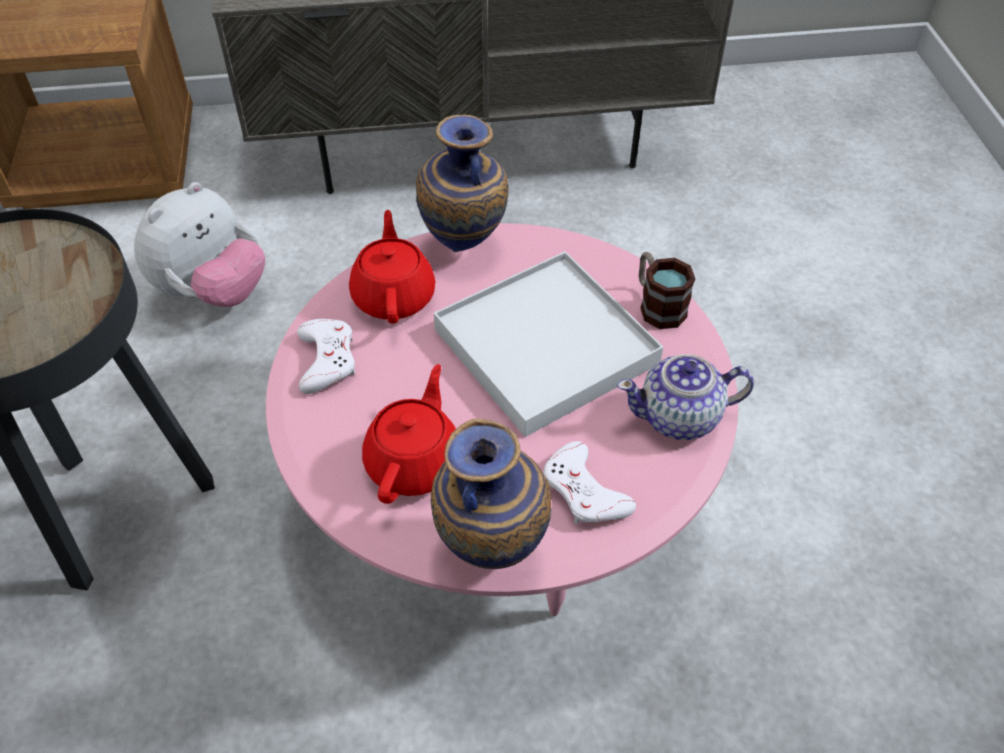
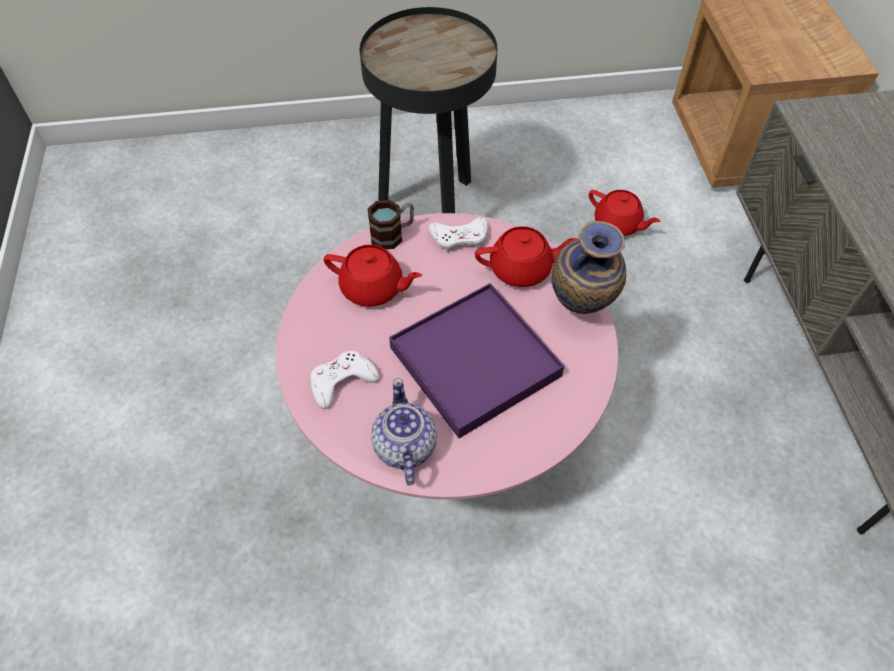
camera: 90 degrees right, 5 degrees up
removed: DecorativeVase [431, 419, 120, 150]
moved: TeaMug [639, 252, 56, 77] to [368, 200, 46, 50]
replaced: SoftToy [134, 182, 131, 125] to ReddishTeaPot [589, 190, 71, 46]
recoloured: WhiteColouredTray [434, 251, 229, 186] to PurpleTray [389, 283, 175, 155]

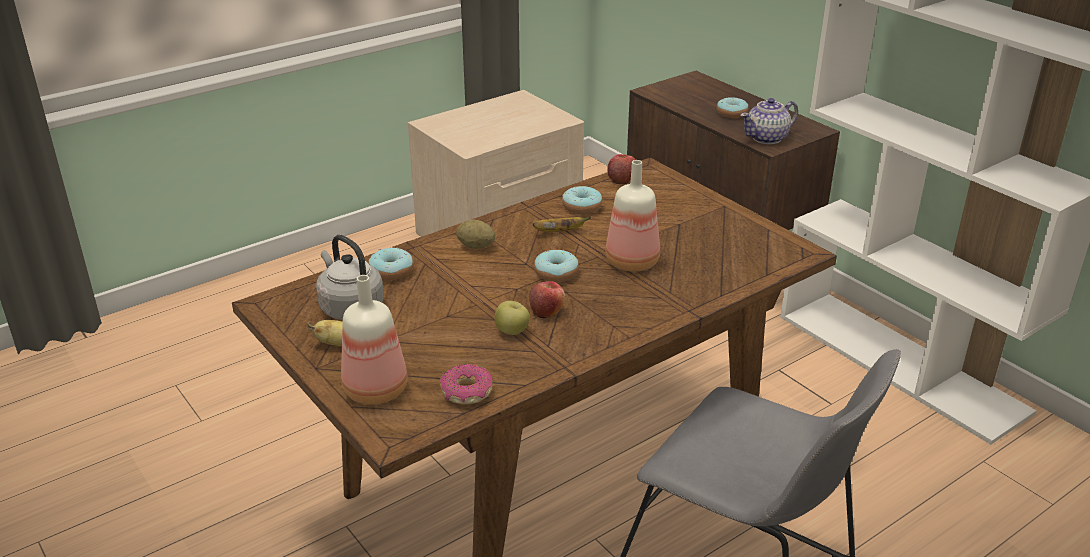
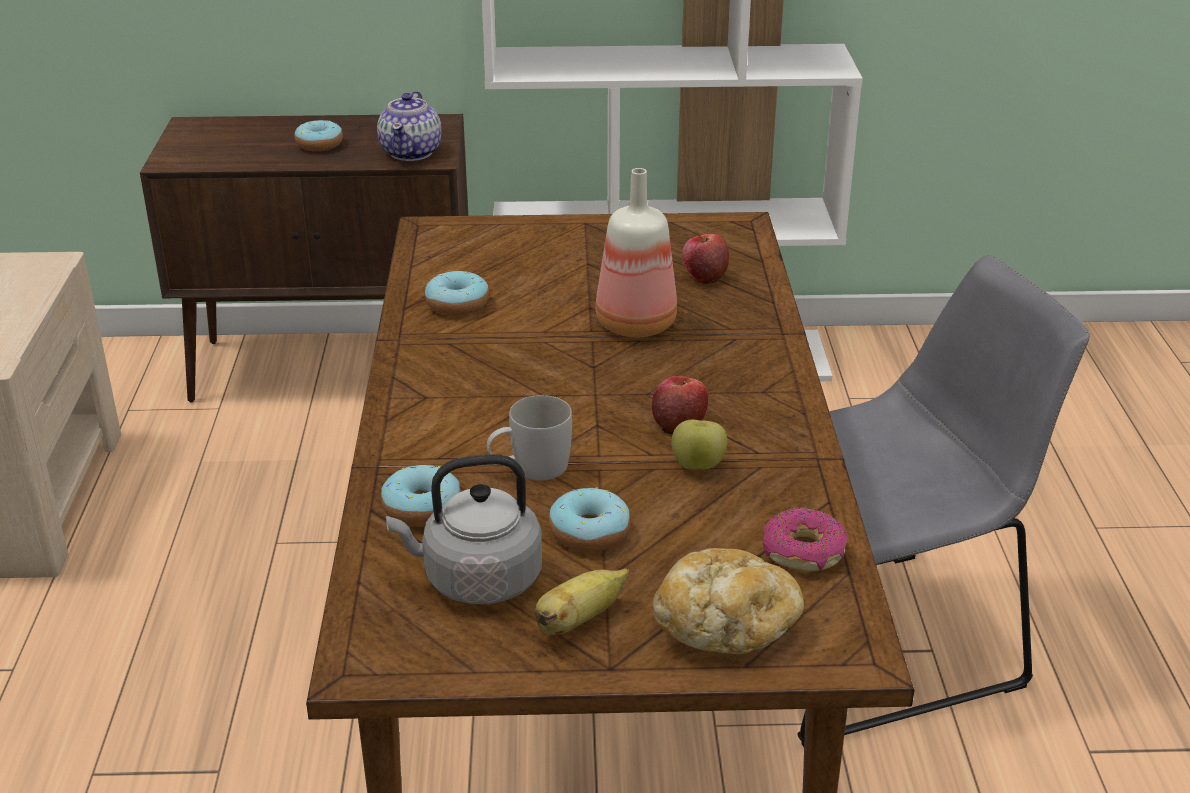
camera: 55 degrees left, 0 degrees up
removed: Banana [533, 216, 58, 16]; WholePotato [456, 219, 39, 30]
added: WhiteColouredTeaMug [487, 395, 85, 86]
moved: Apple [607, 154, 29, 30] to [682, 234, 47, 50]; Donut [534, 249, 45, 33] to [549, 487, 81, 65]
replaced: BeverageBottle [341, 275, 67, 130] to Bread [653, 548, 151, 106]

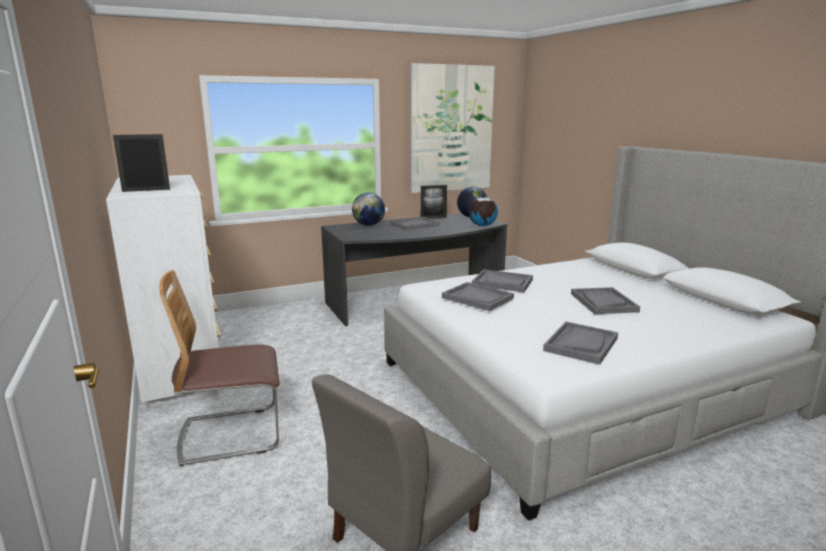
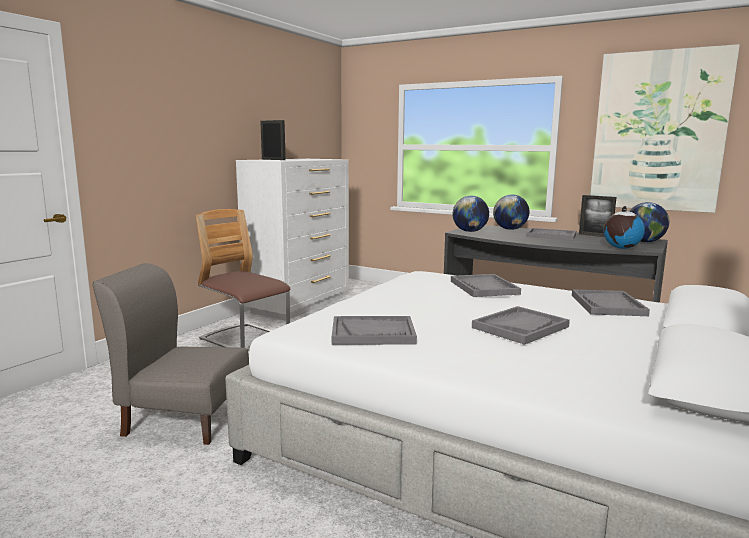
camera: 55 degrees right, 5 degrees down
added: WorldGlobe [453, 196, 36, 36]
moved: GrayTray [442, 282, 72, 29] to [572, 289, 78, 27]

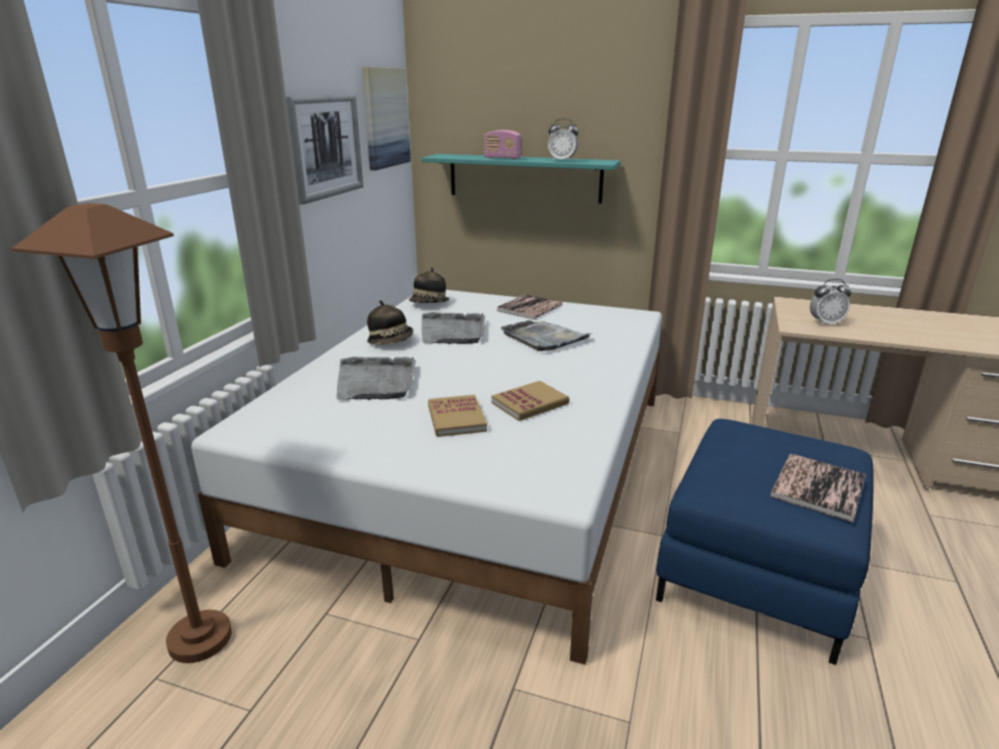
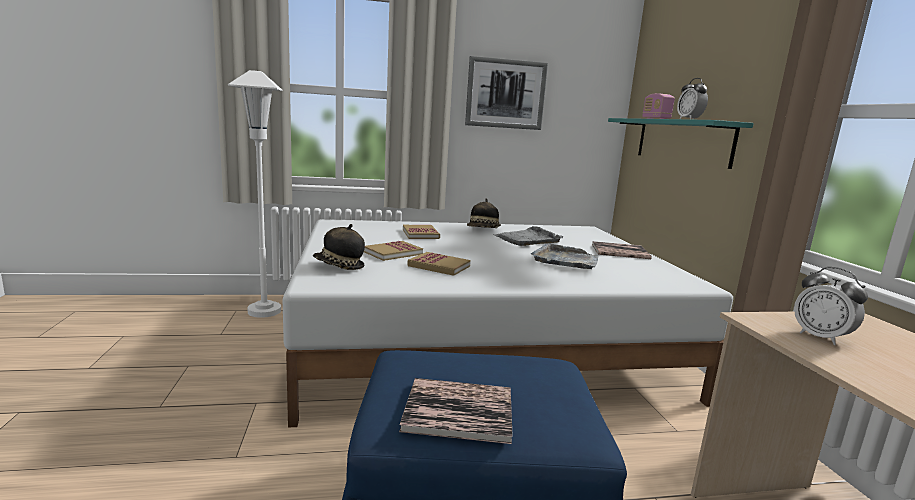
camera: 60 degrees right, 10 degrees down
removed: WallArt [362, 67, 49, 103]
moved: WearableHat [409, 267, 40, 36] to [313, 224, 52, 46]
replaced: GrayTray [337, 357, 79, 43] to Book [403, 225, 37, 14]
recoloured: BrownStandingLamp [11, 203, 221, 460] to WhiteColouredStandingLamp [228, 70, 55, 248]

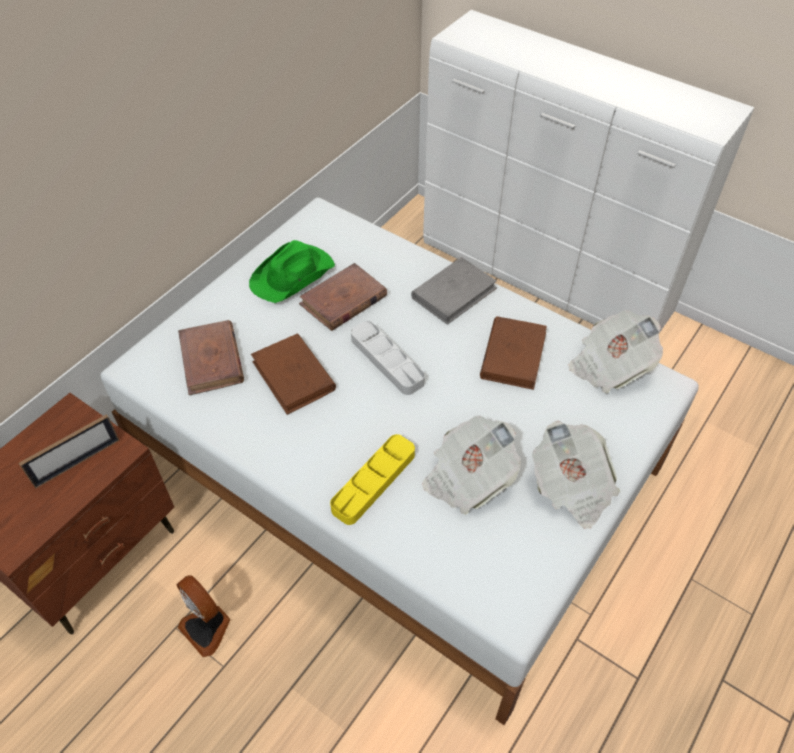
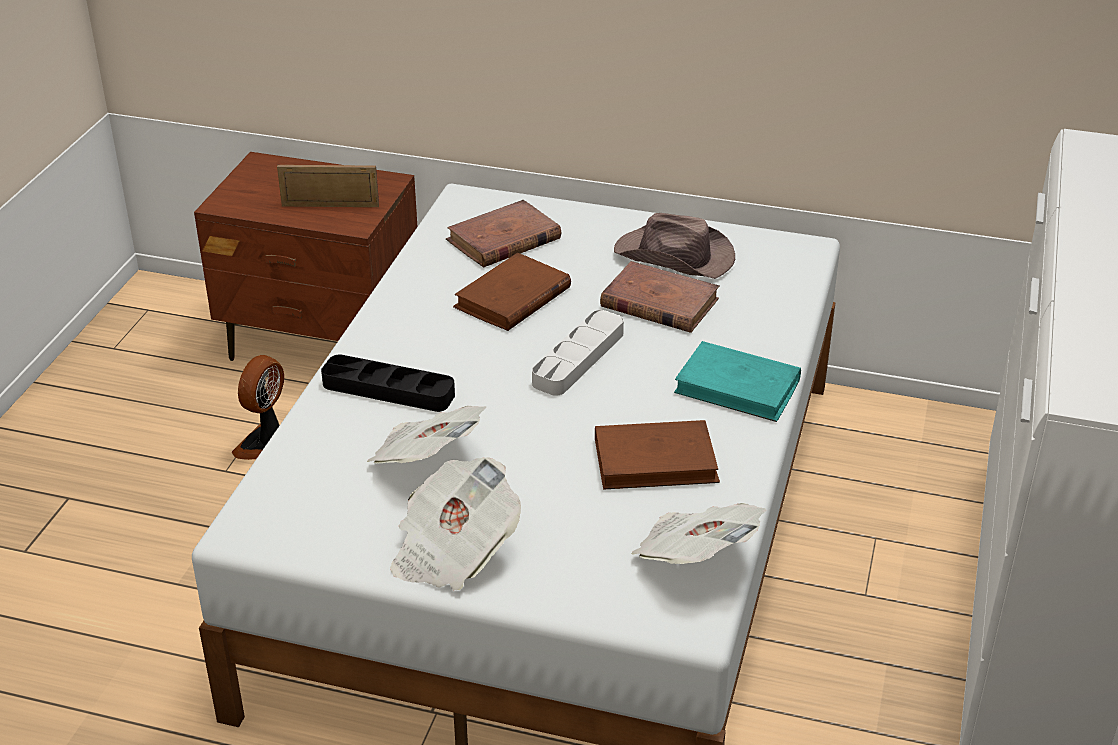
camera: 70 degrees right, 15 degrees down
recoloured: GreenishWearableHat [249, 240, 86, 63] to BrownWearableHat [614, 213, 121, 66]; GrayBook [411, 257, 86, 68] to TurquoiseBook [674, 341, 127, 81]; YellowishTray [330, 434, 85, 91] to BlackTray [321, 354, 134, 58]
turned: PictureFrame [19, 414, 101, 75] = [277, 165, 102, 42] 150 degrees clockwise

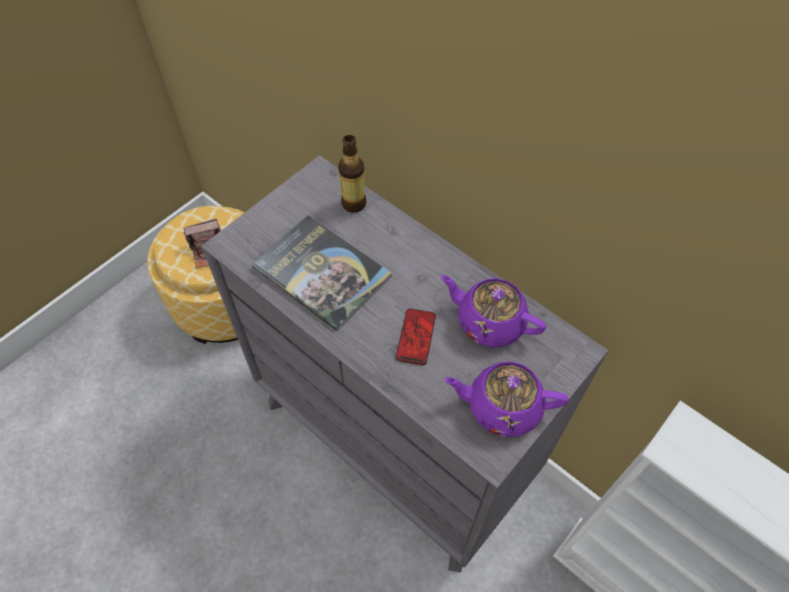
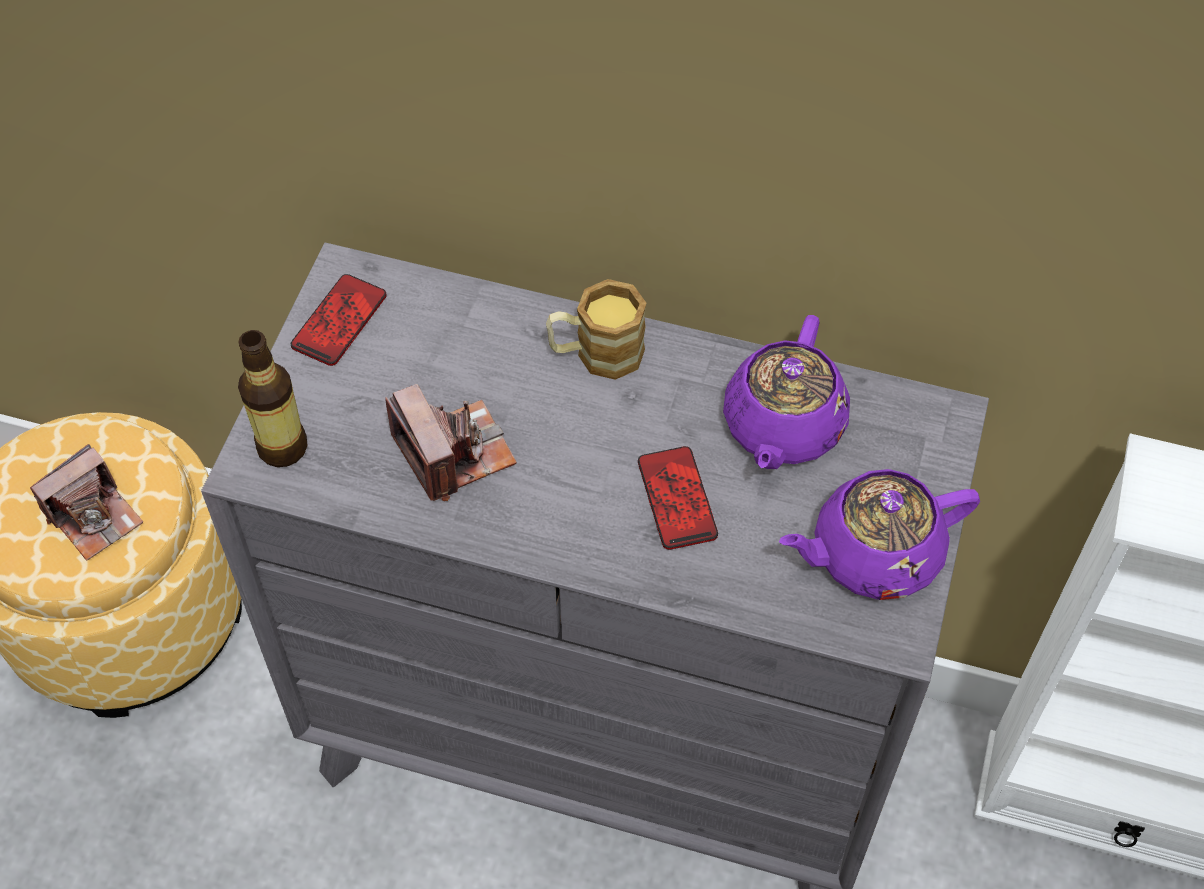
camera: 25 degrees left, 0 degrees up
added: Handset [291, 274, 95, 92]; TeaMug [546, 279, 101, 101]
moved: BeverageBottle [338, 135, 28, 78] to [238, 330, 70, 137]
replaced: Book [252, 215, 140, 116] to StillCamera [386, 384, 131, 117]
turned: PurpleTeaPot [440, 275, 106, 73] = [723, 315, 127, 154] 75 degrees counterclockwise

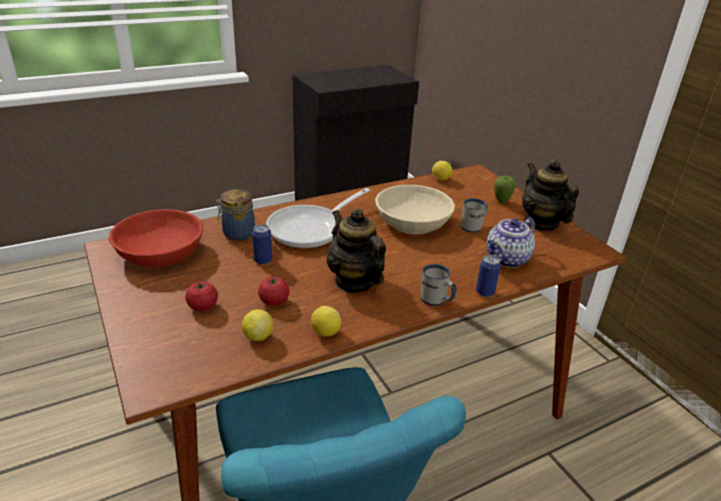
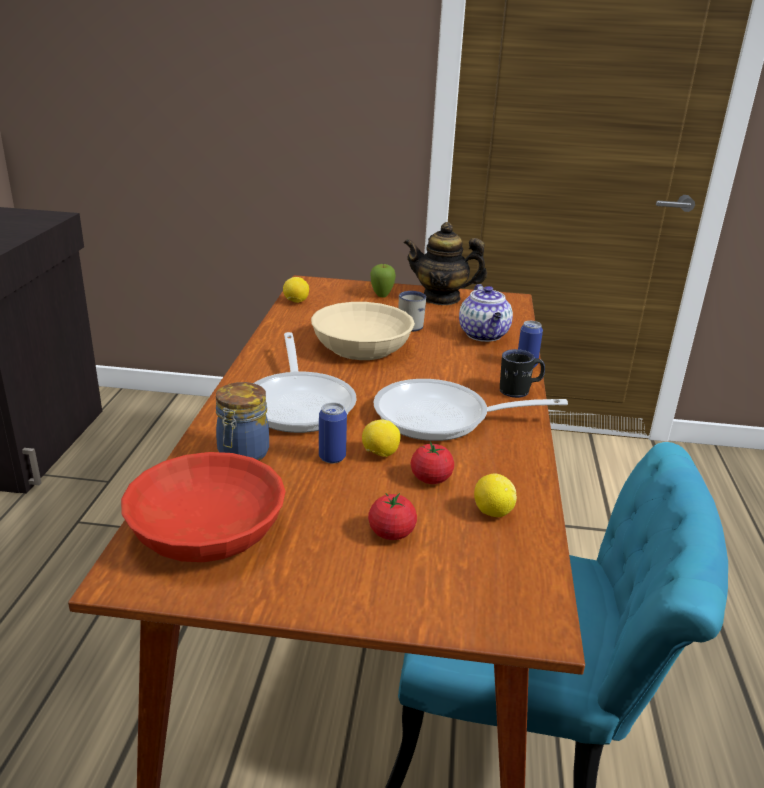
camera: 55 degrees left, 5 degrees down
moved: Lemon [311, 306, 30, 31] to [362, 420, 39, 37]
replaced: TeaPot [327, 209, 59, 84] to Pan [374, 379, 194, 62]
recoloured: WhiteColouredTeaMug [421, 264, 35, 42] to BlackTeaMug [500, 349, 45, 49]

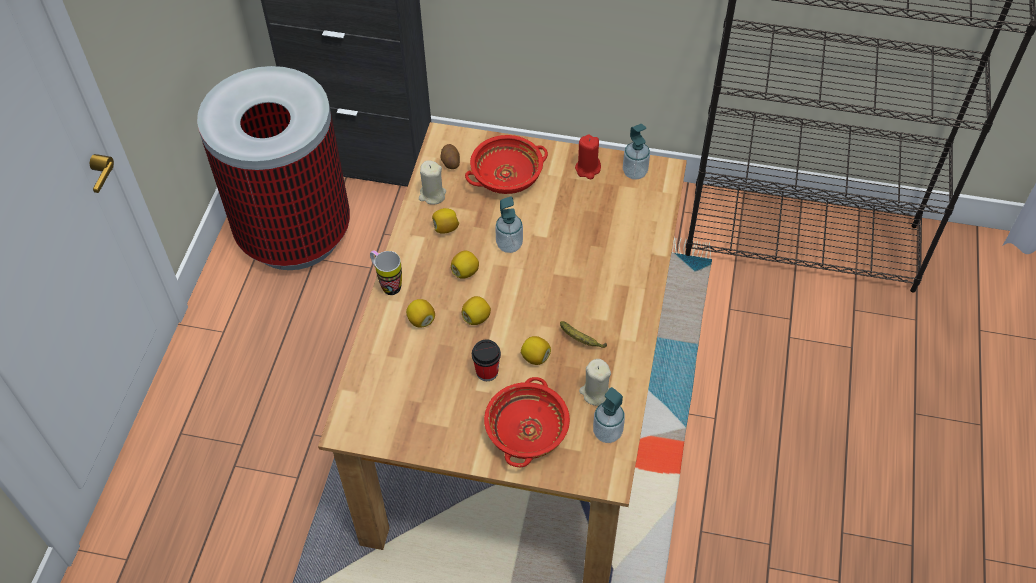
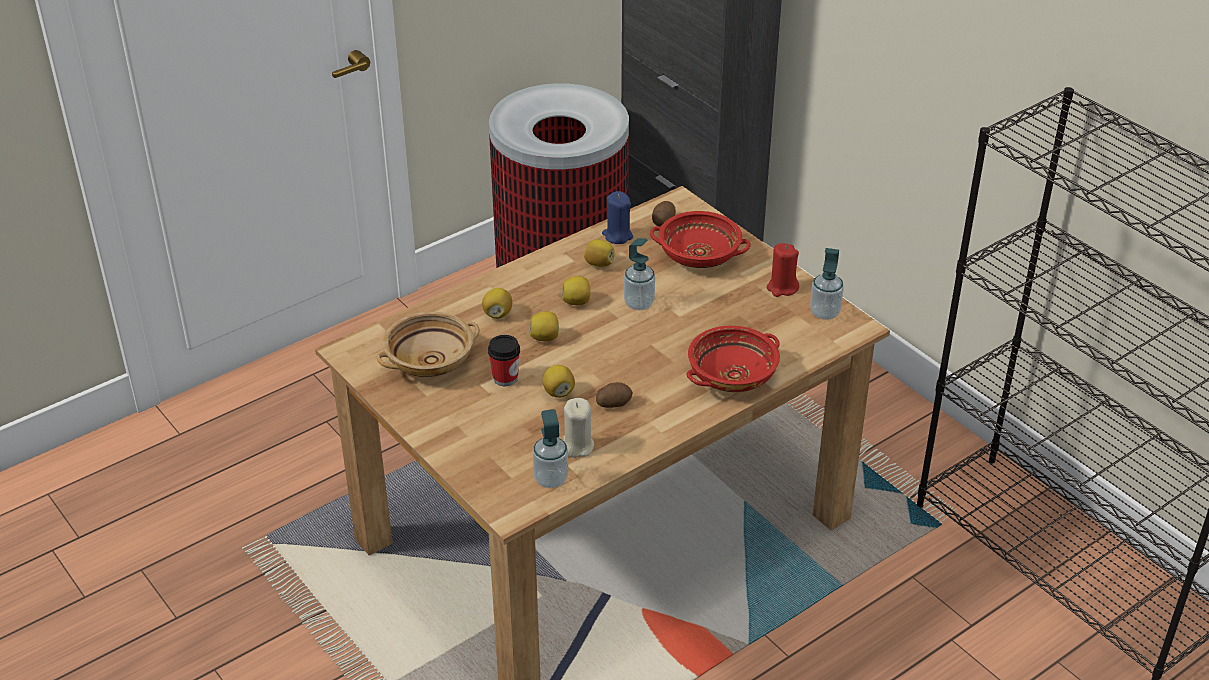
camera: 40 degrees right, 15 degrees down
removed: TeaMug [370, 250, 32, 45]
added: SandColouredServingBowl [377, 312, 103, 65]
moved: ReddishServingBowl [484, 377, 86, 90] to [687, 326, 93, 66]
replaced: Banana [560, 321, 47, 27] to WholePotato [596, 382, 37, 26]
recoloured: SandColouredWaxCandle [419, 160, 27, 45] to BlueWaxCandle [602, 191, 31, 53]

